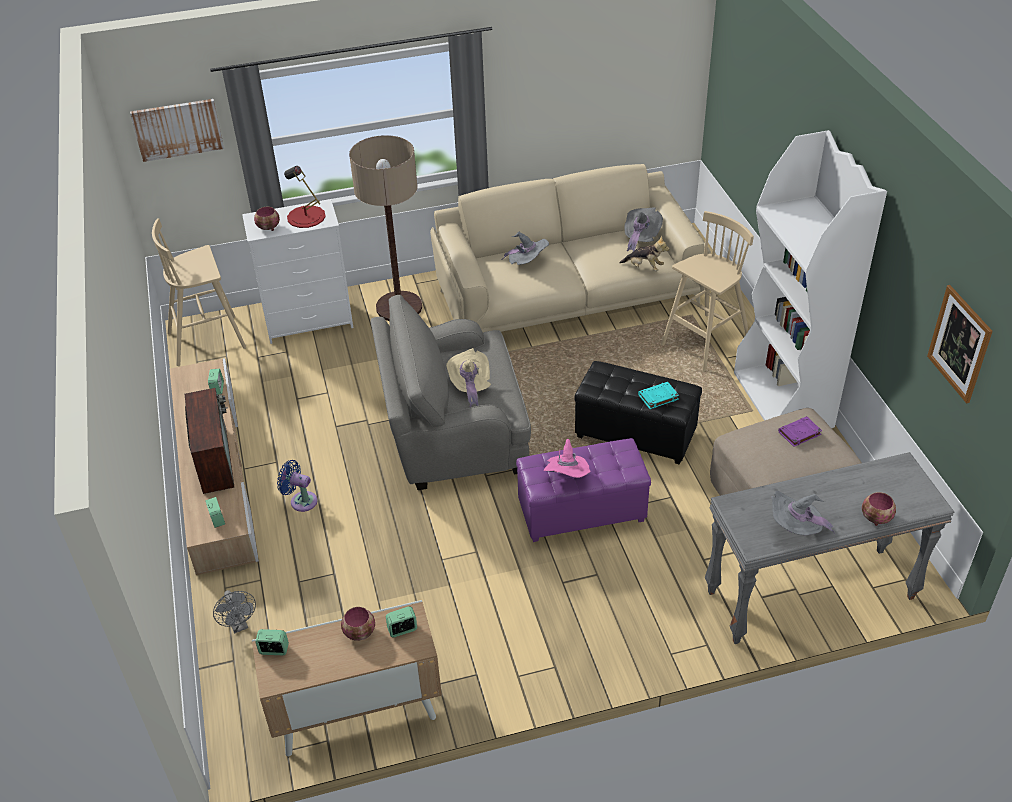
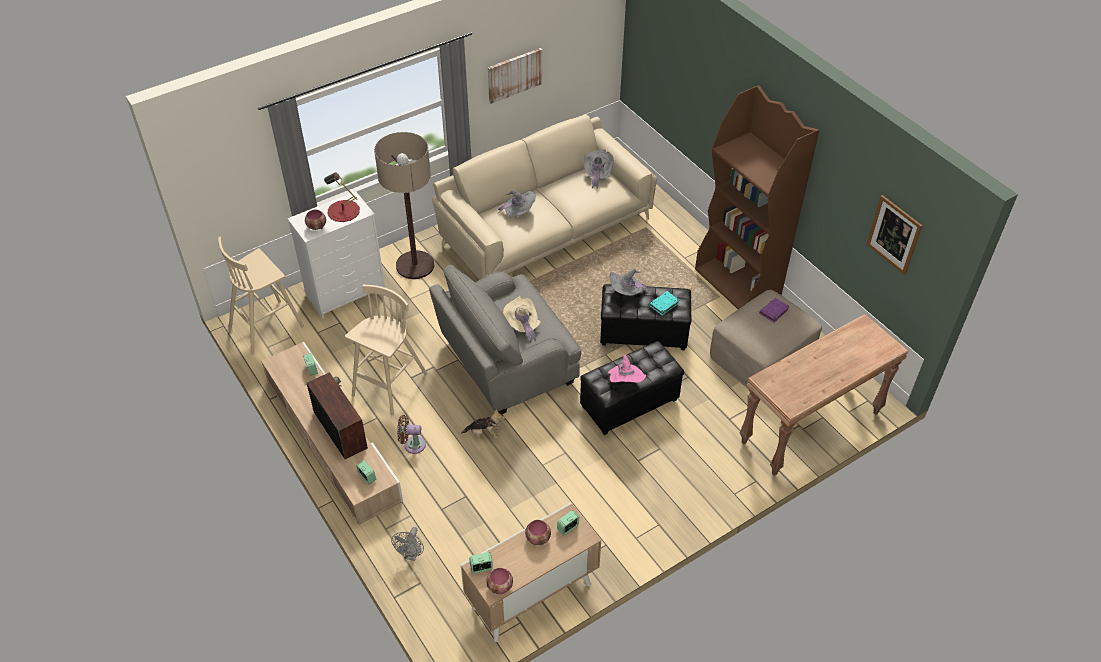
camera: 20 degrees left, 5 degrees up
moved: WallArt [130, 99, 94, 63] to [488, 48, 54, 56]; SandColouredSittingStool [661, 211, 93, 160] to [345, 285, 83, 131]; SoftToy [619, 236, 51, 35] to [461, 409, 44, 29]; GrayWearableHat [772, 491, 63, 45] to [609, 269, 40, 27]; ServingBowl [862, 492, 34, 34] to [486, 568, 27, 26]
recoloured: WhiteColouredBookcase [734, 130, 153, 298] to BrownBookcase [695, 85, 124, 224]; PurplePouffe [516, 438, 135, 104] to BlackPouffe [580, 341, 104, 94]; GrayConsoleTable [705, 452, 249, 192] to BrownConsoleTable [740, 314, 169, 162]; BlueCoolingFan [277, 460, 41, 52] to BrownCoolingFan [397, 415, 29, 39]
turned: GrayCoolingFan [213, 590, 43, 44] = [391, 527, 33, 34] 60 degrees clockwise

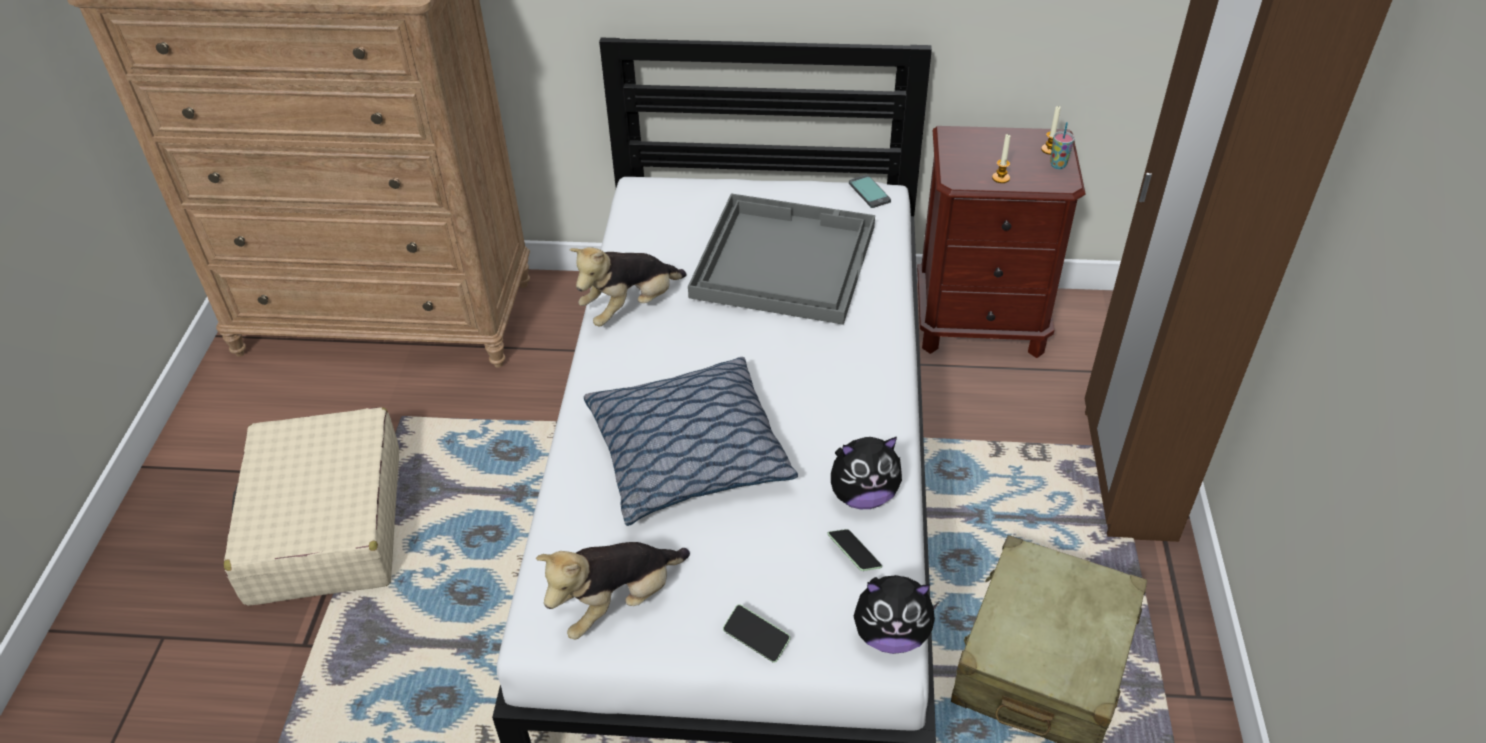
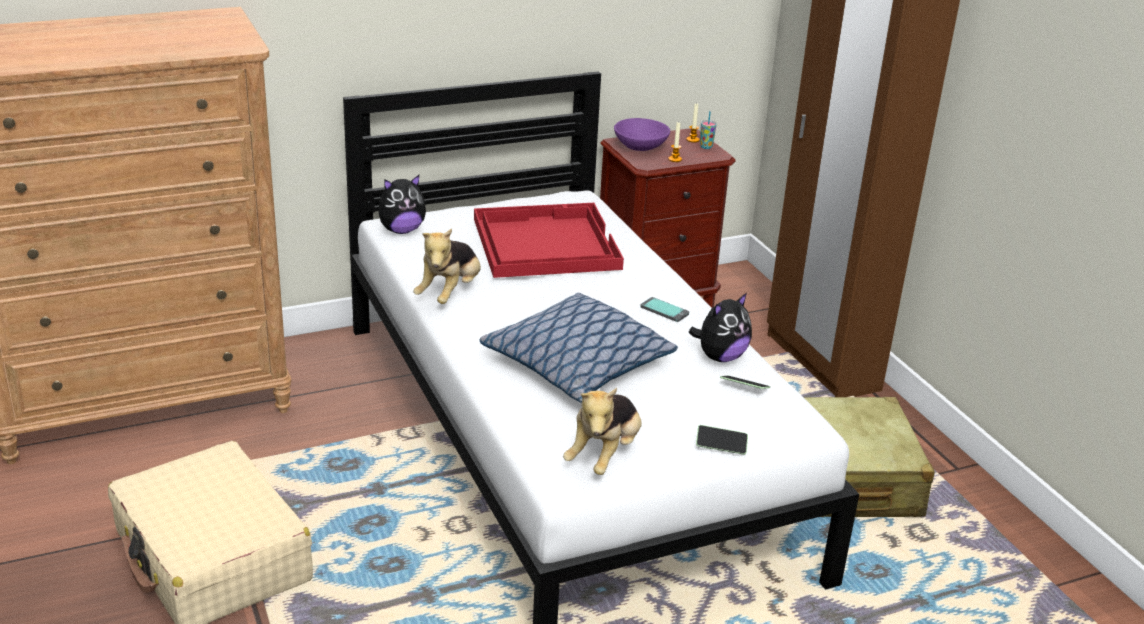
camera: 30 degrees left, 15 degrees down
added: PurpleServingBowl [614, 118, 56, 33]
moved: Handset [849, 175, 42, 33] to [640, 297, 49, 25]; SoftToy [854, 575, 85, 79] to [378, 175, 48, 59]
recoloured: GrayTray [688, 193, 187, 132] to ReddishTray [474, 203, 150, 75]

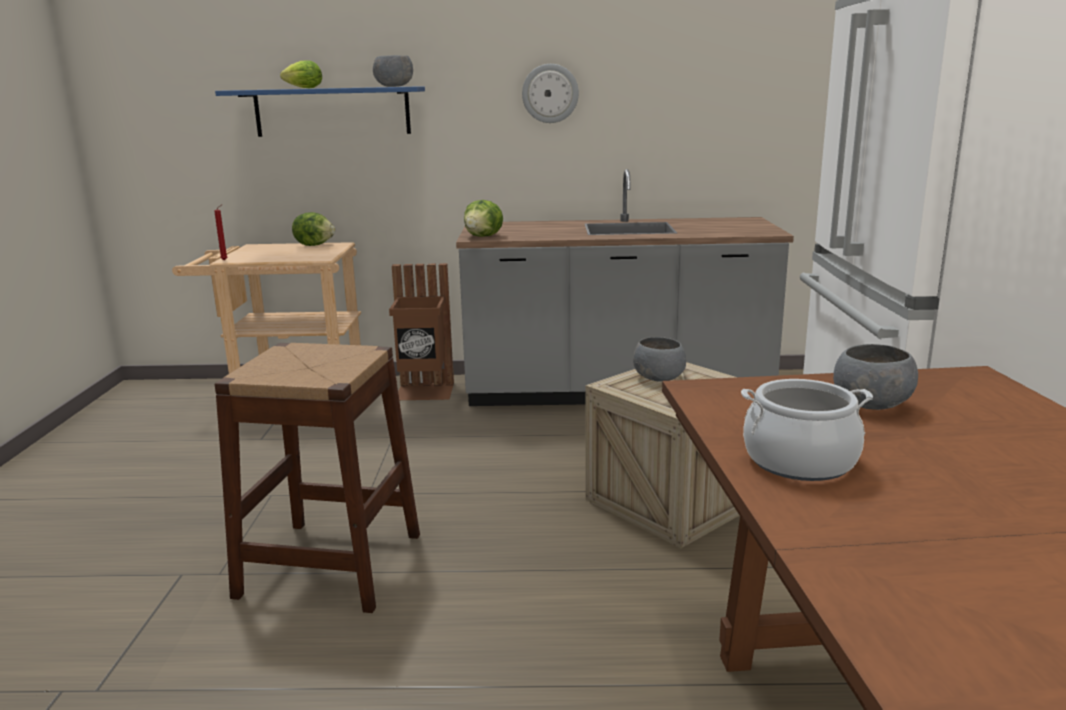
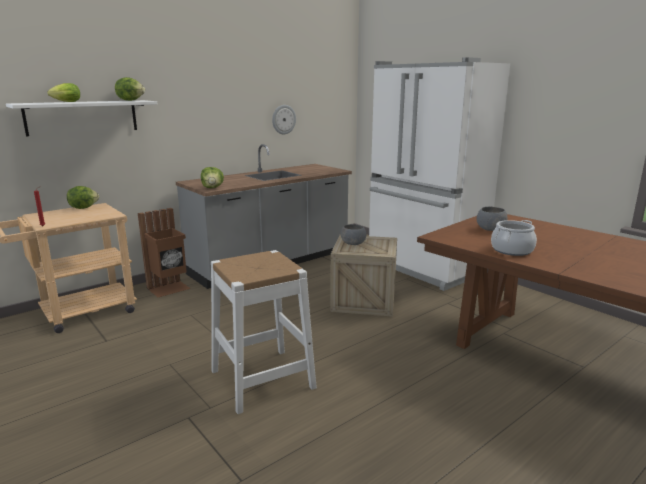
camera: 40 degrees left, 0 degrees up
moved: WallClock [522, 64, 57, 59] to [272, 105, 24, 29]
replaced: GrayServingBowl [373, 55, 40, 32] to LettuceHead [115, 77, 30, 24]
recoloured: BlueBracketShelf [215, 87, 210, 50] to WhiteColouredBracketShelf [6, 100, 151, 36]; BrownSittingStool [215, 343, 205, 270] to WhiteColouredSittingStool [211, 250, 106, 164]

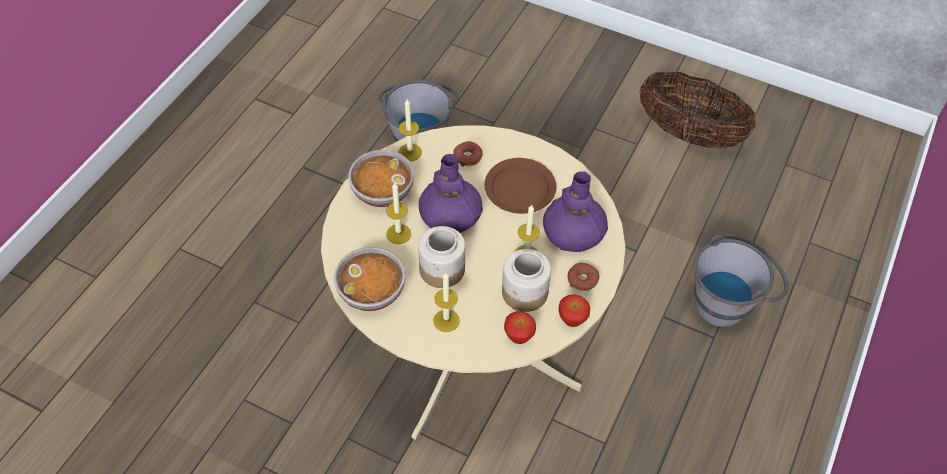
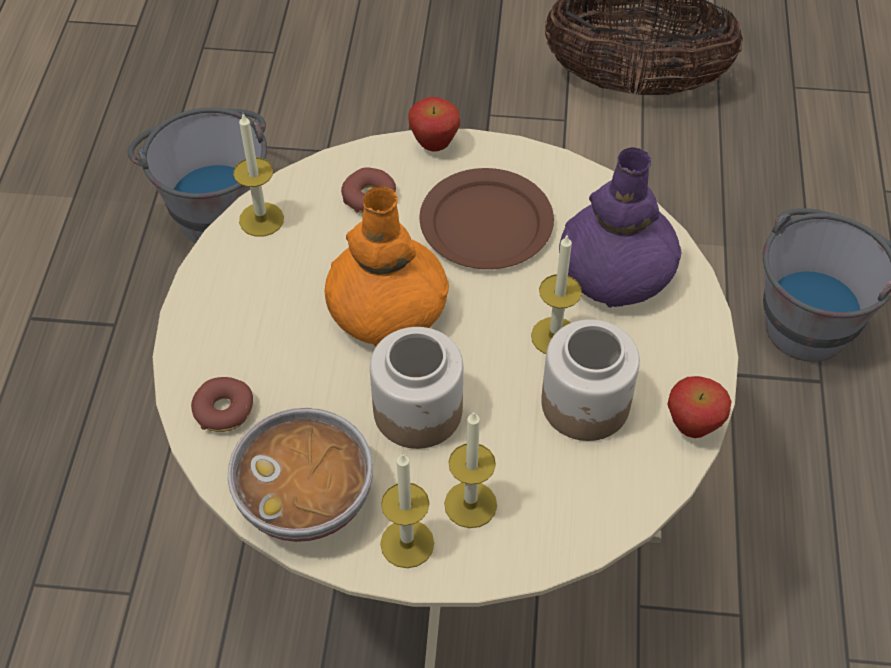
camera: 20 degrees left, 0 degrees up
removed: ServingBowl [348, 150, 66, 57]
moved: WaxCandle [386, 183, 25, 61] to [380, 453, 54, 115]; Donut [568, 263, 31, 28] to [191, 377, 62, 55]; Apple [504, 311, 32, 33] to [408, 97, 52, 54]
recoloured: PurpleDecorativeVase [419, 154, 64, 79] to OrangeColouredDecorativeVase [325, 186, 124, 161]

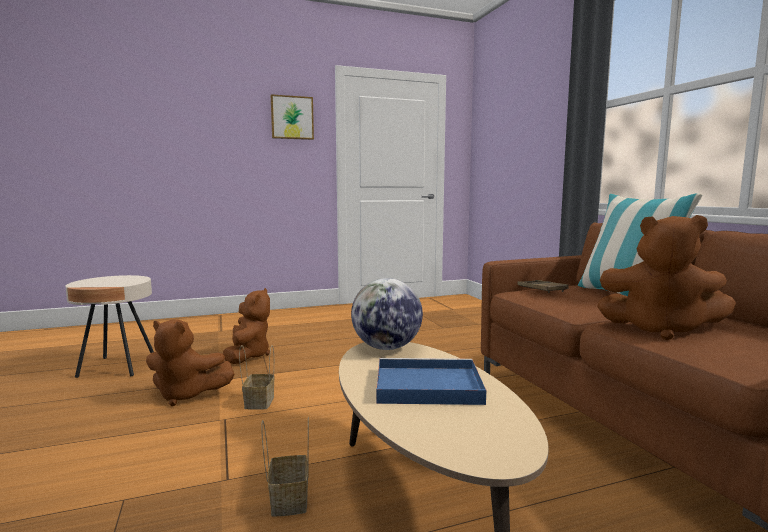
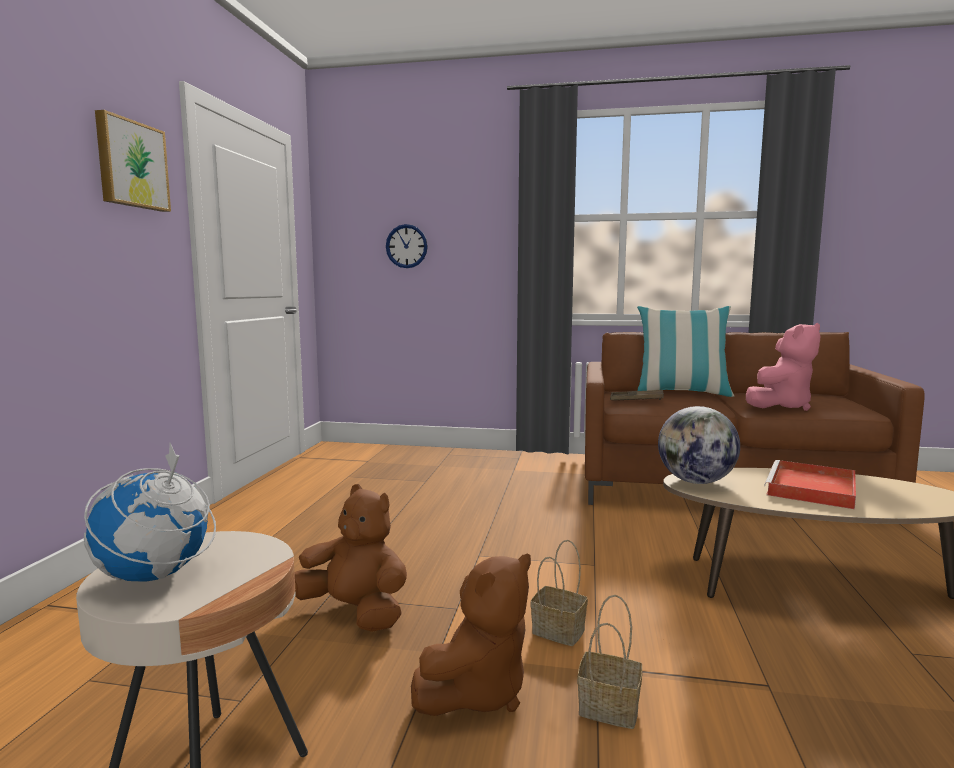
camera: 60 degrees left, 0 degrees up
added: WallClock [386, 224, 42, 44]; WorldGlobe [84, 443, 132, 139]
moved: StorageBasket [261, 417, 48, 100] to [577, 595, 65, 134]
recoloured: BrownSoftToy [597, 215, 139, 125] to PinkSoftToy [746, 323, 74, 88]; BlueTray [376, 358, 110, 47] to ReddishTray [764, 460, 92, 49]

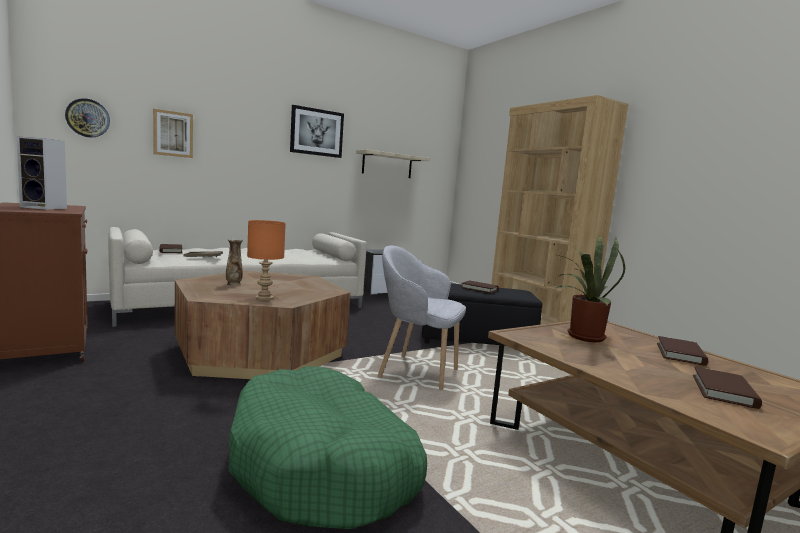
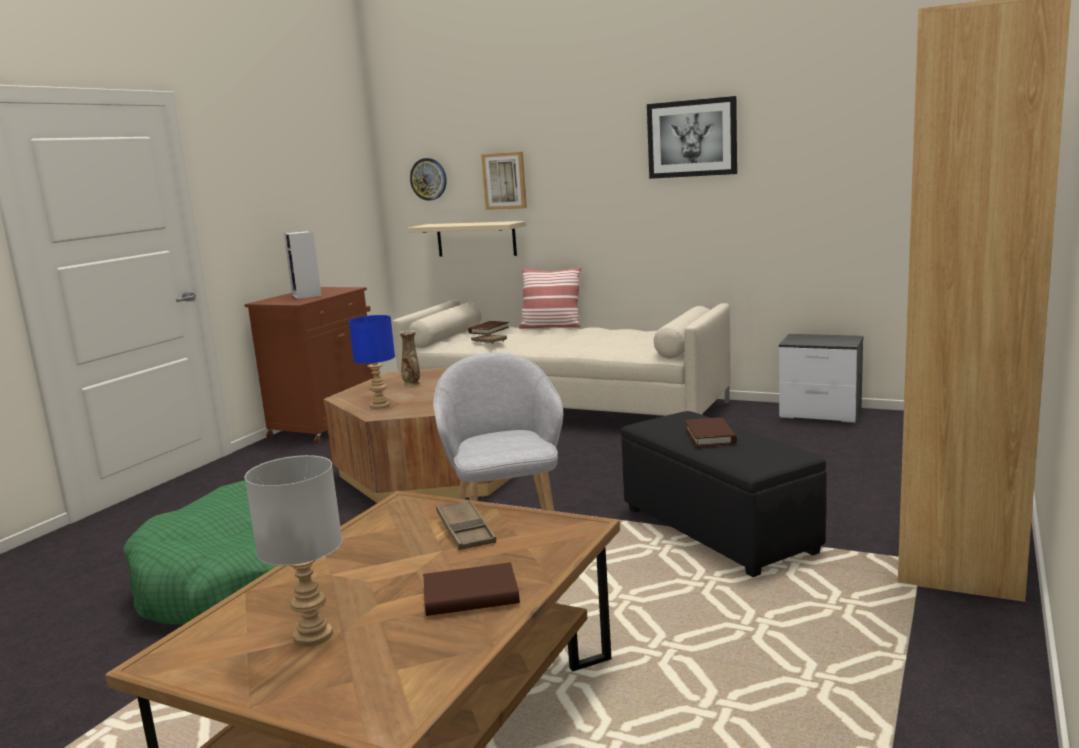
camera: 60 degrees right, 5 degrees up
added: Cushion [519, 267, 62, 62]
moved: SandColouredBracketShelf [356, 150, 74, 28] to [408, 221, 118, 36]
replaced: PlantInAPot [554, 235, 71, 107] to BrownTray [436, 499, 60, 51]; BrownBook [693, 366, 69, 43] to GrayTabletopLamp [245, 455, 97, 191]
recoloured: OrangeColouredTabletopLamp [247, 220, 39, 81] to BlueTabletopLamp [349, 315, 46, 94]

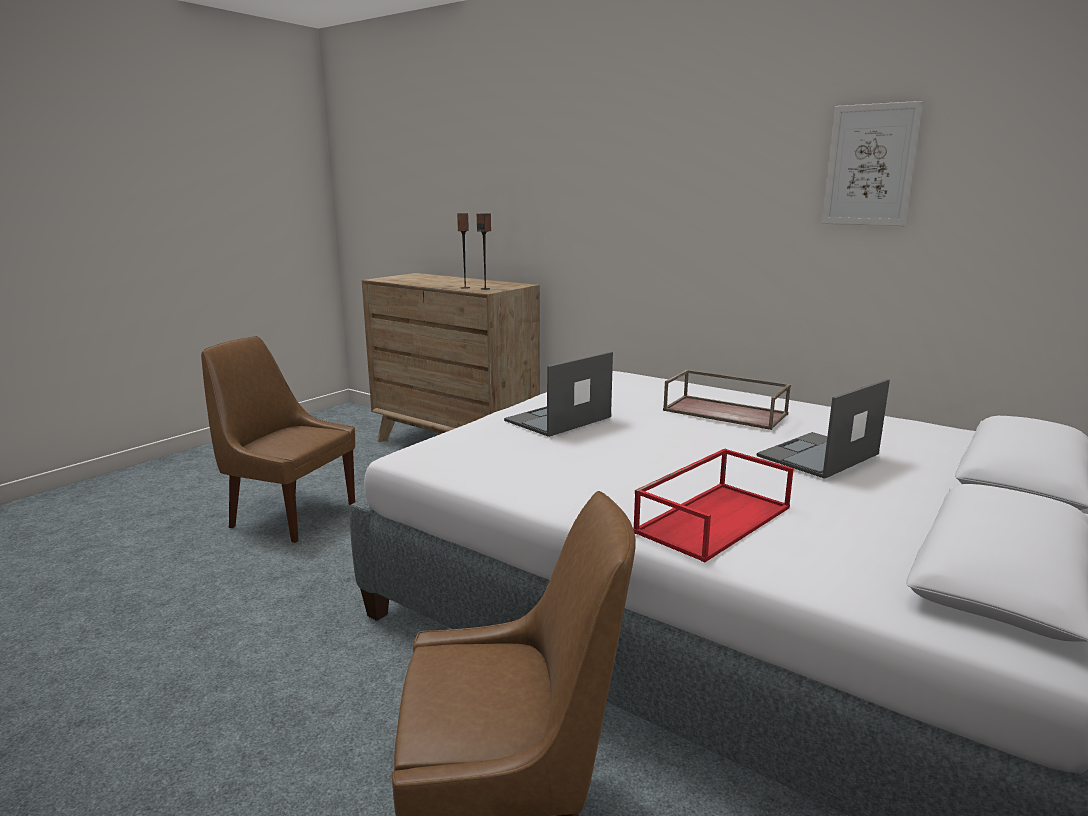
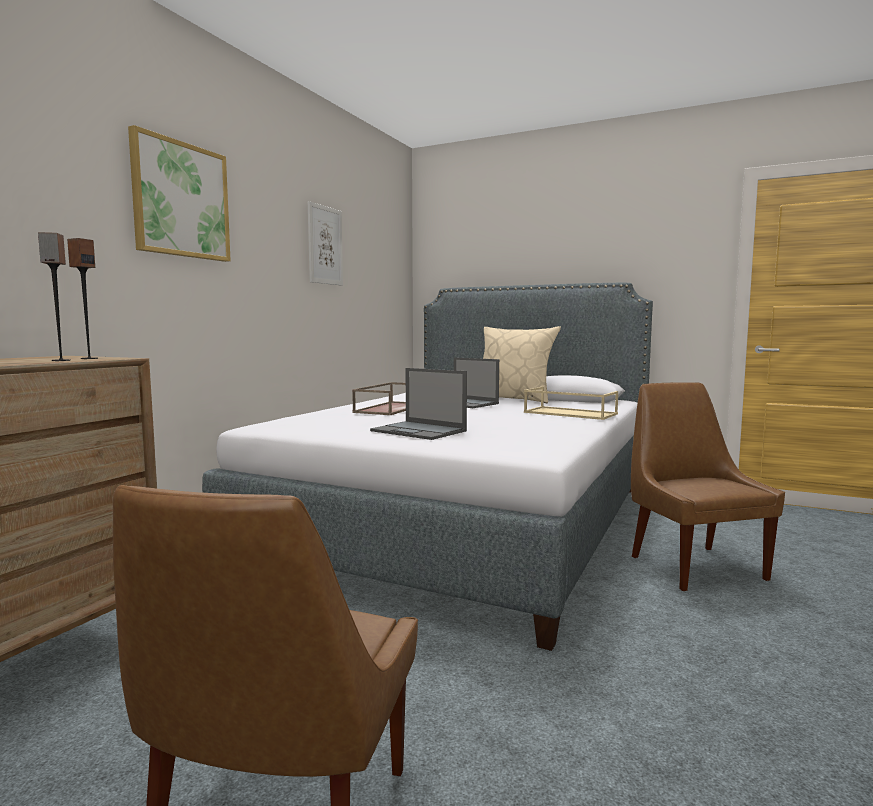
camera: 100 degrees left, 10 degrees down
added: WallArt [128, 125, 103, 137]; SandColouredCushion [483, 326, 78, 77]
recoloured: ReddishTray [633, 448, 161, 114] to SandColouredTray [524, 387, 94, 33]

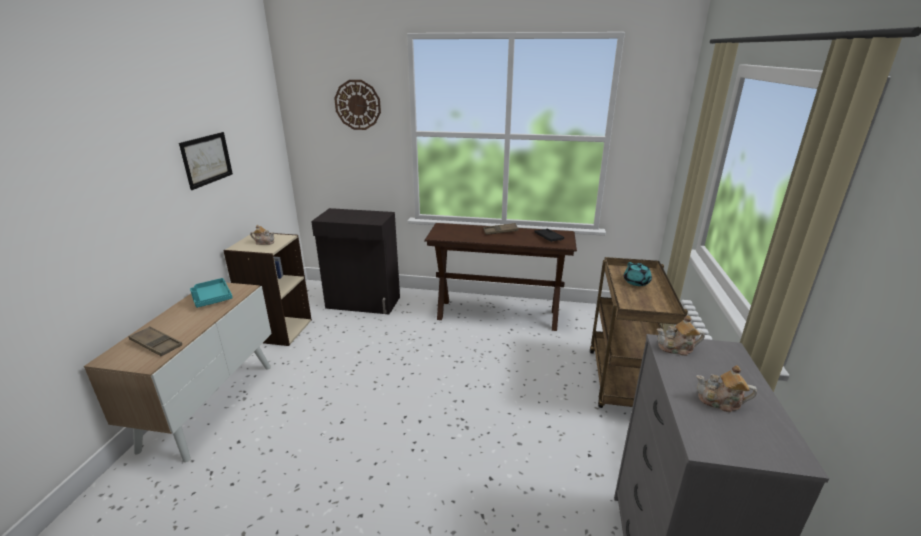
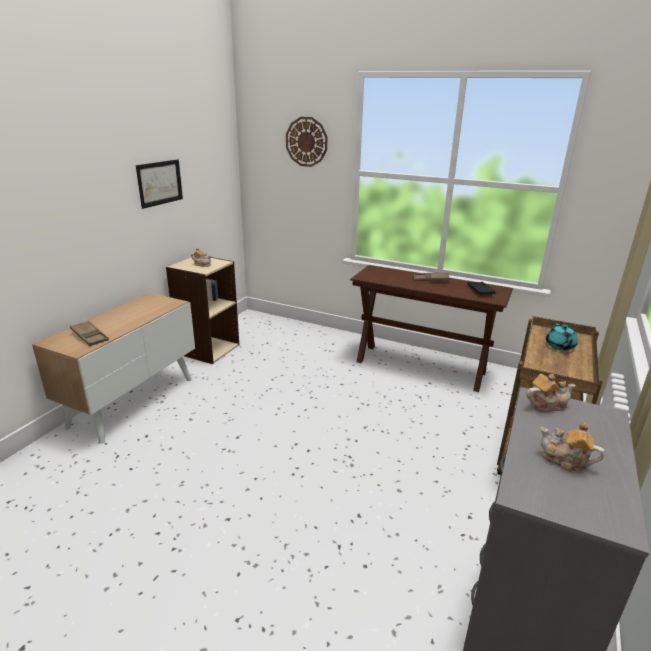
camera: 15 degrees right, 0 degrees up
removed: BlackStorageCabinet [311, 208, 89, 106]; TurquoiseTray [190, 278, 43, 30]
turned: TeaPot [657, 315, 48, 41] = [526, 374, 49, 38] 150 degrees clockwise

